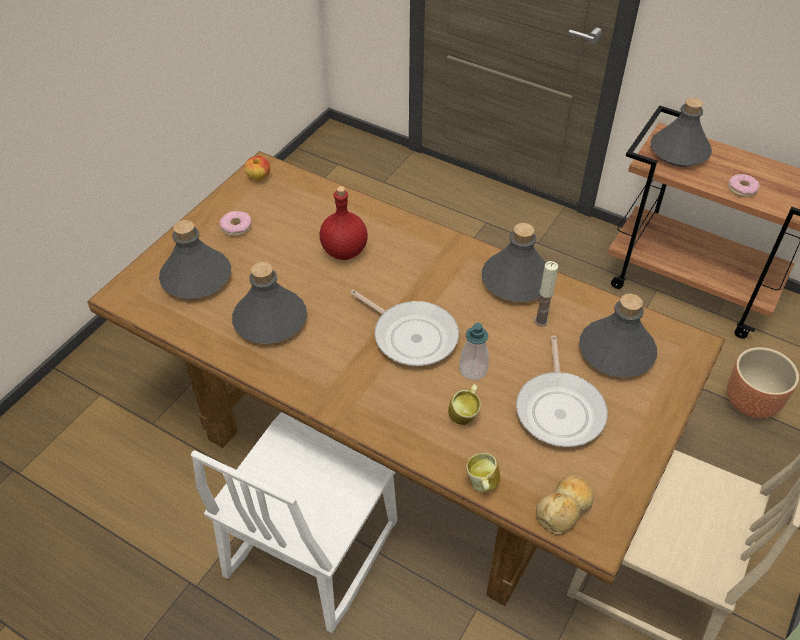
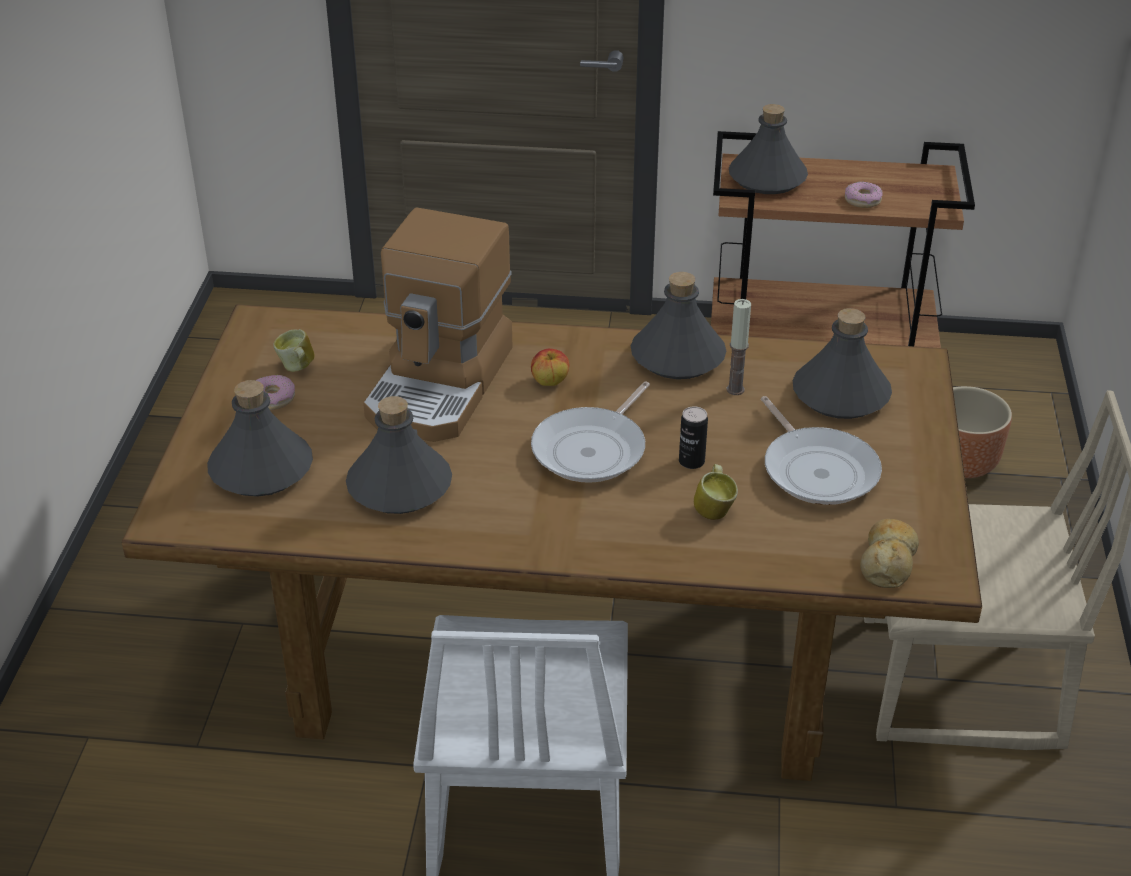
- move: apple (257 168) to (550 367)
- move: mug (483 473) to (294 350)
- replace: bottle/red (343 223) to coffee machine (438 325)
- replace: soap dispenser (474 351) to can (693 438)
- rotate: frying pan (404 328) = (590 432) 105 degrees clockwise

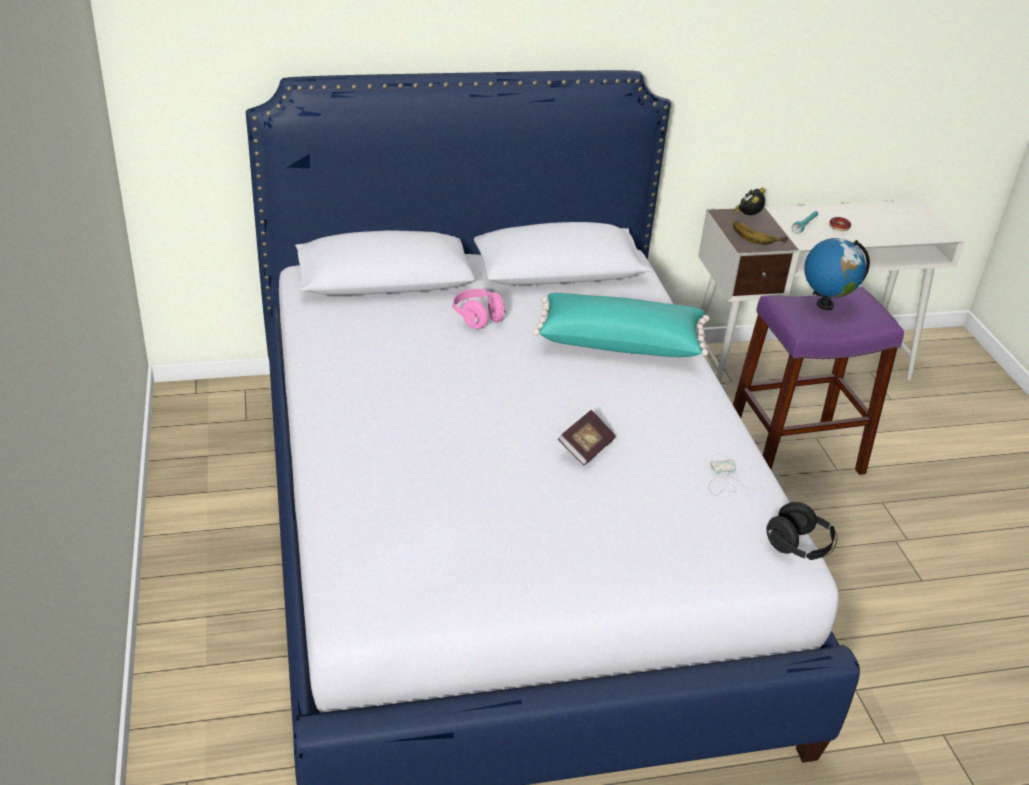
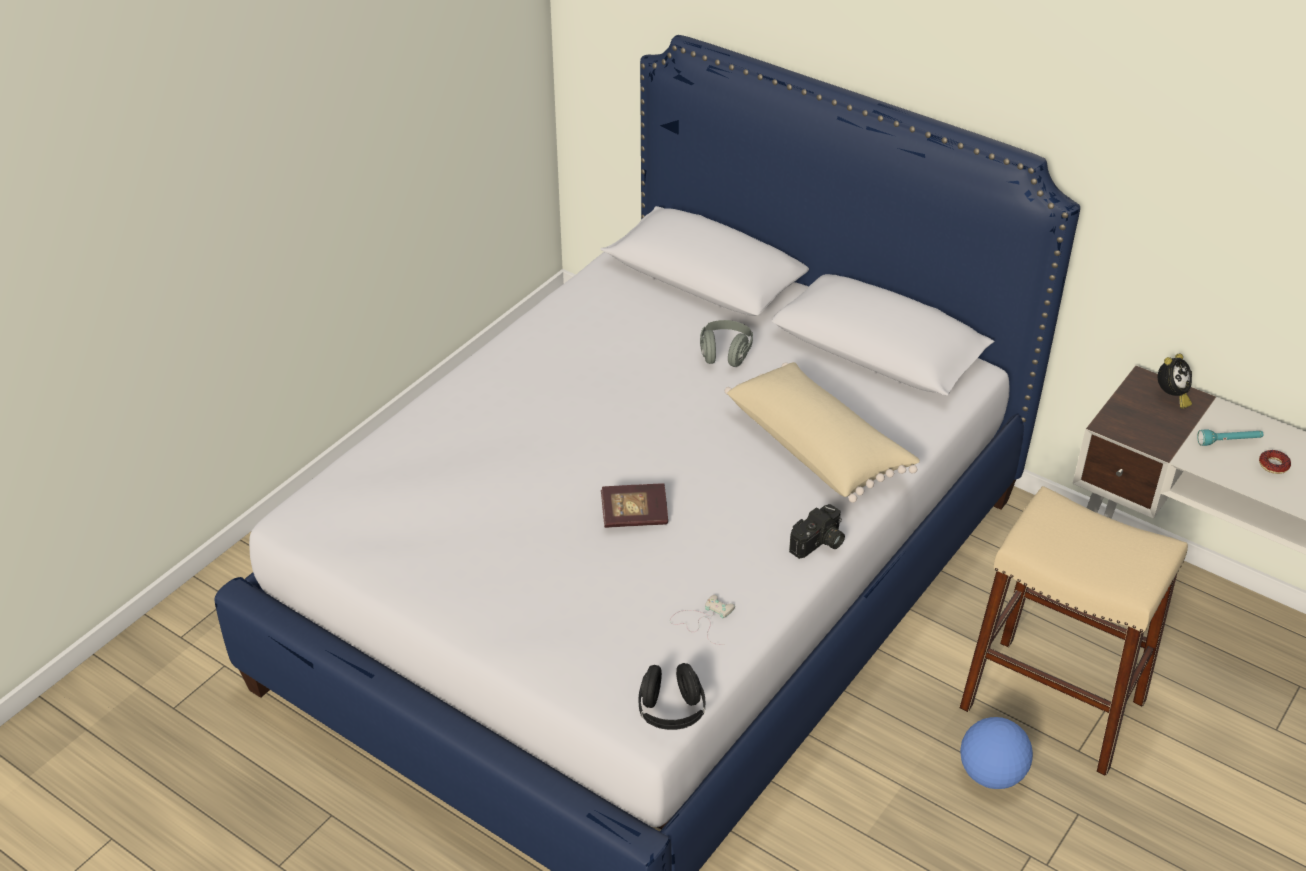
- delete: banana (760 232)
- delete: globe (837 274)
- insert: photo camera (817 531)
- insert: football (996 753)
- recolor: headphones/pink (479 309) to headphones/grey (726 343)
- recolor: pillow/turquoise (621 325) to pillow/beige (822 432)
- recolor: stool/purple (818 381) to stool/beige (1073 631)
- rotate: alarm clock (749 201) = (1174 381) 150 degrees clockwise

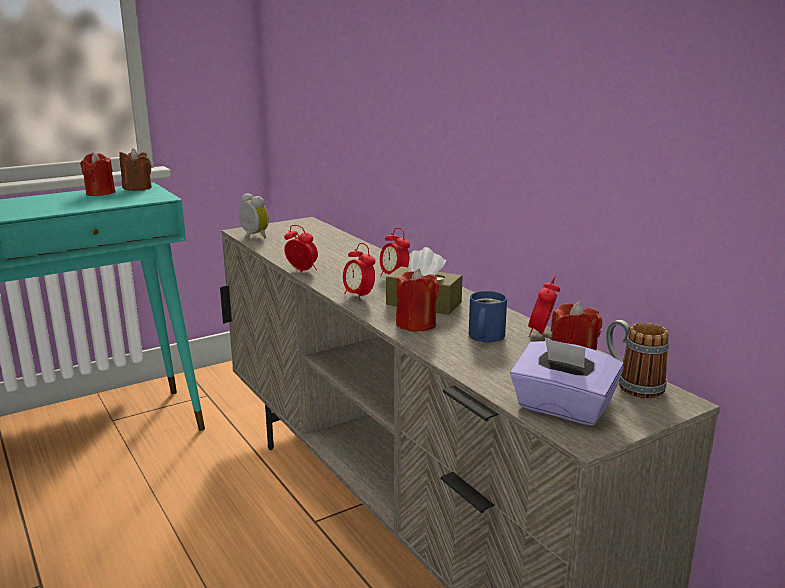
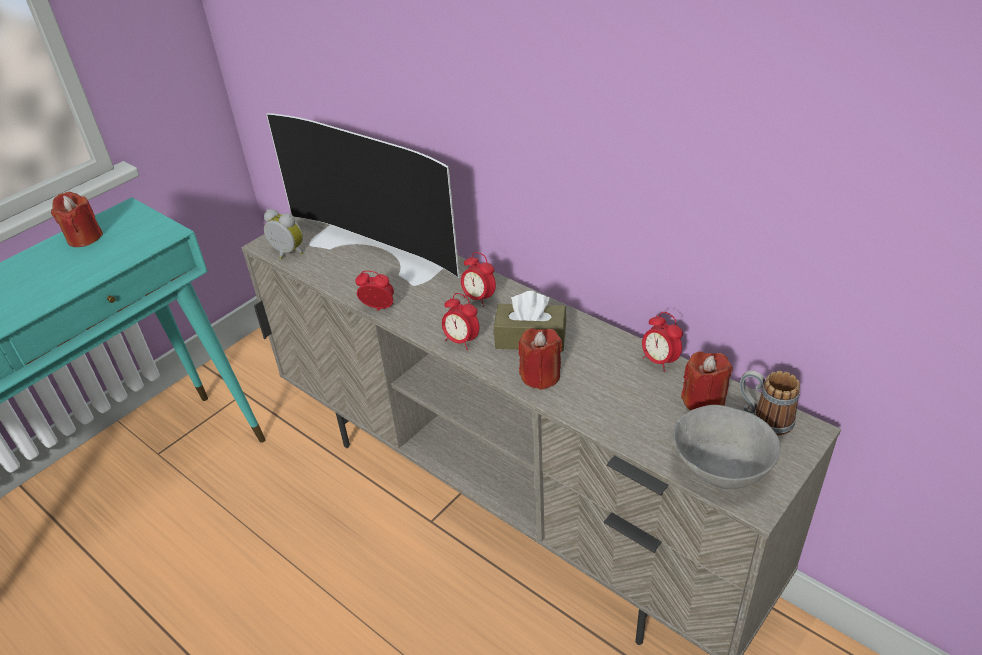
- delete: candle/brown (135 169)
- delete: mug/blue (488 316)
- insert: television (363 199)
- replace: tissue box/purple (567 382) to bowl/grey (727 447)
- rotate: alarm clock (544 306) = (662 342) 45 degrees counterclockwise

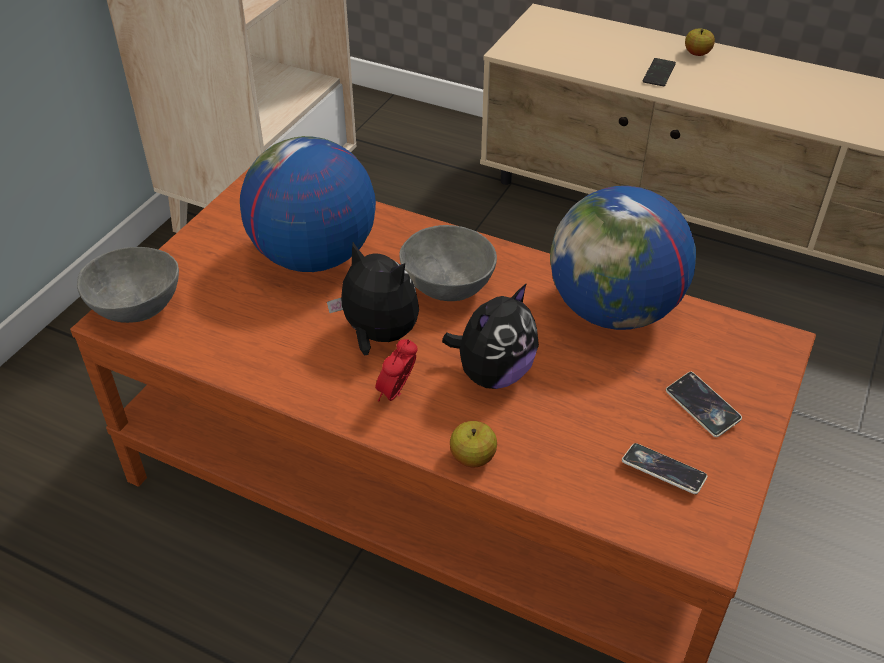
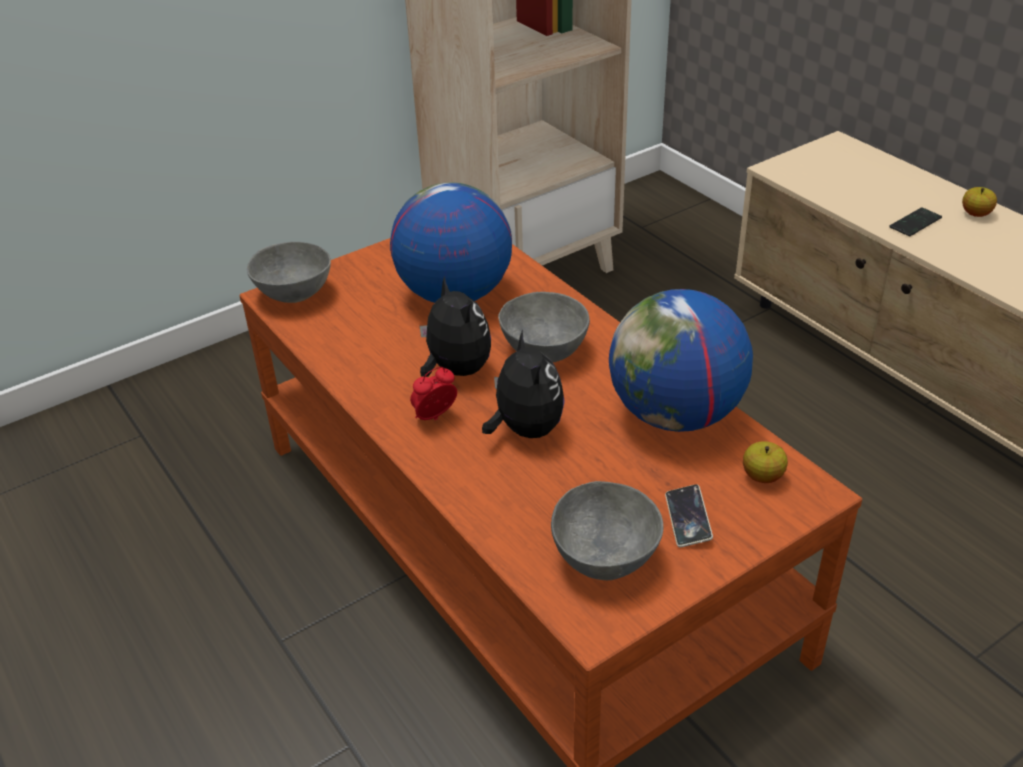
- move: apple (473 444) to (765 462)
- replace: phone (665 468) to bowl/grey (607 530)
- rotate: plush toy (490 336) = (523 384) 90 degrees counterclockwise

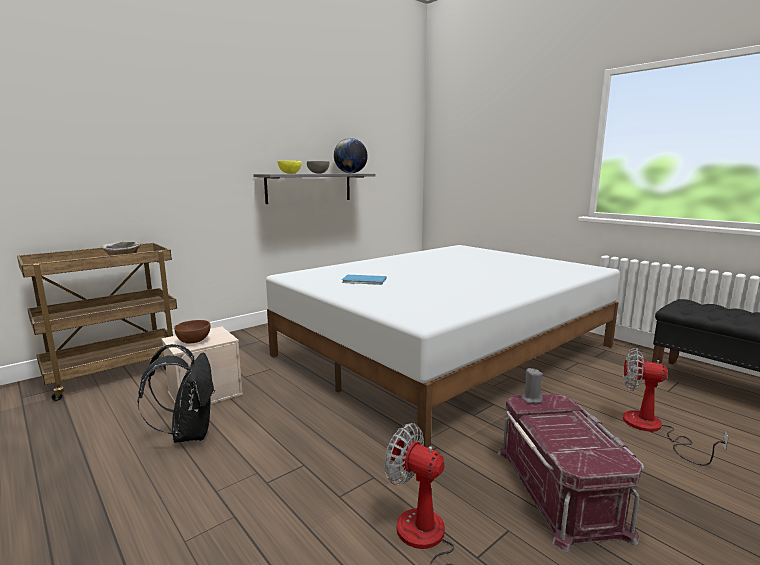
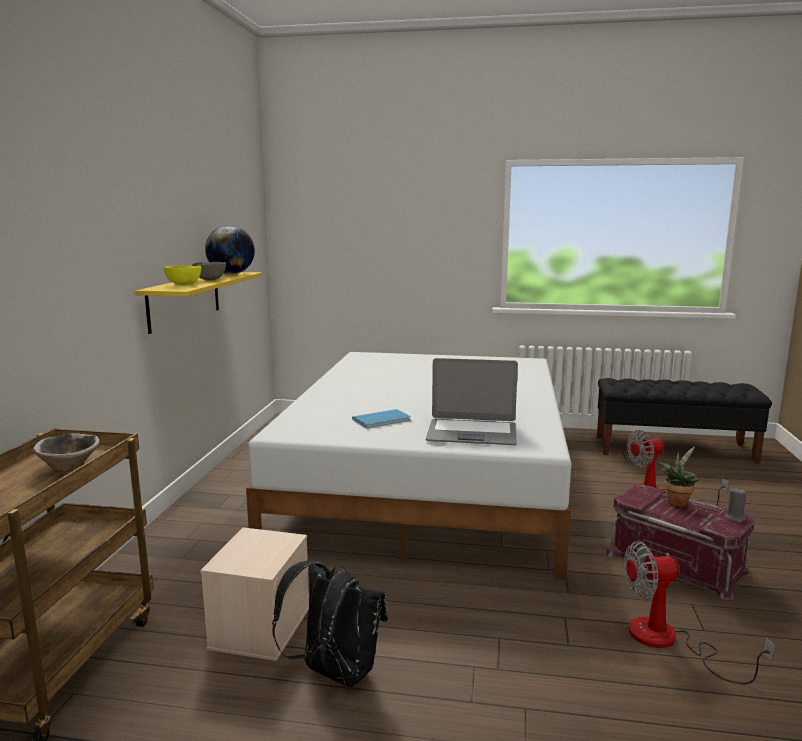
- delete: bowl/brown (192 332)
- insert: laptop (472 401)
- insert: potted plant (679 476)
- move: candle/grey (532 386) to (736 505)
- recolor: shelf/grey (314 189) to shelf/yellow (198 303)

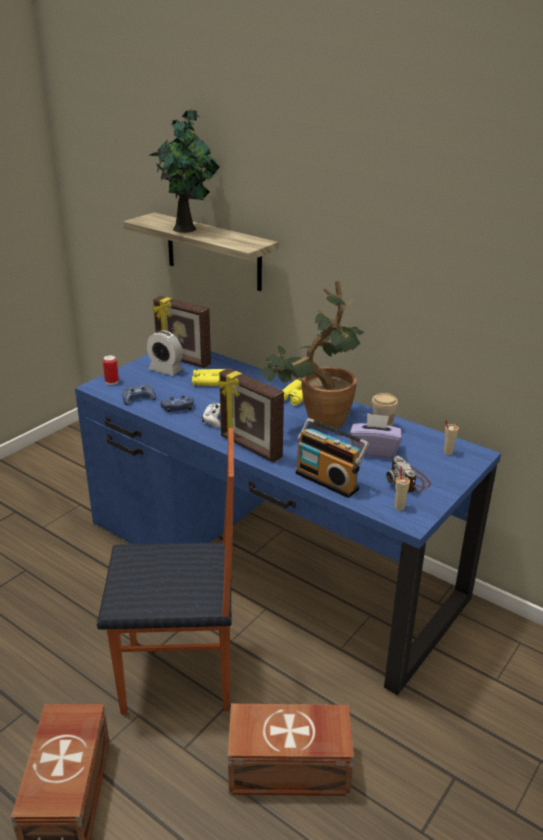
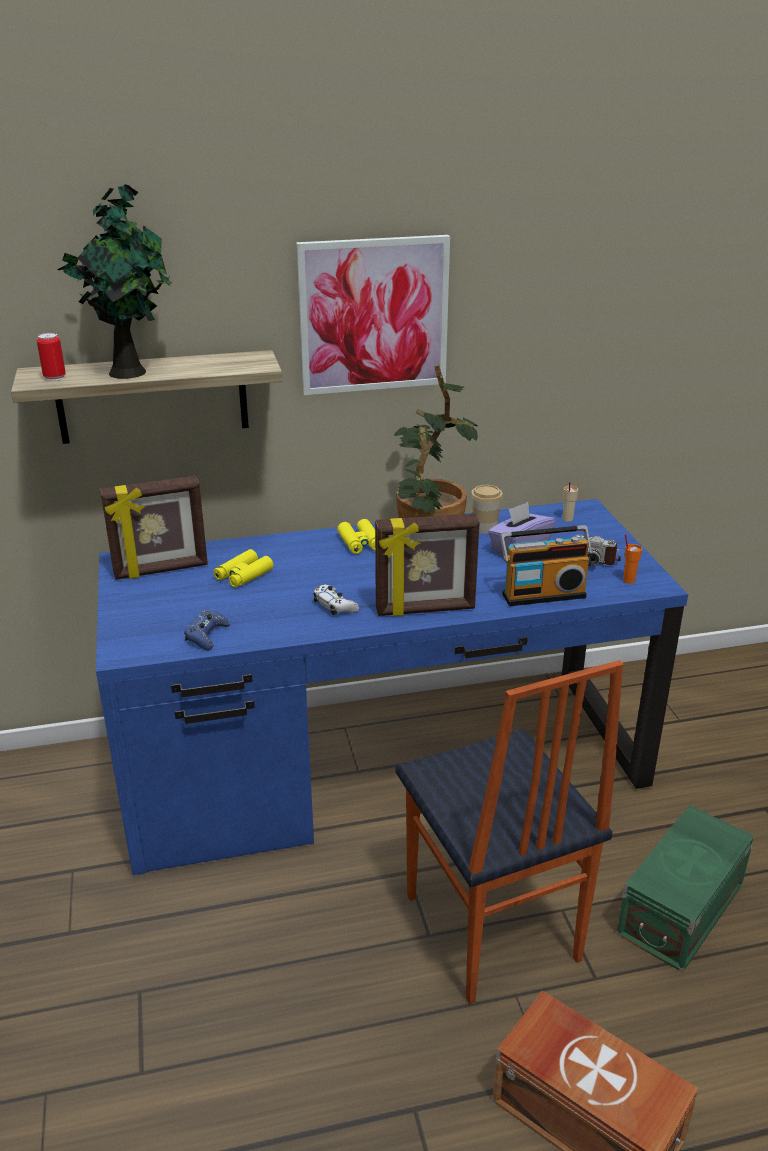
- delete: alarm clock (164 353)
- delete: game controller/blue (177 404)
- insert: picture (373 315)
- move: can (111 370) to (51 357)
- recolor: storage box/brown (291 750) to storage box/green (685 889)
- recolor: cup/beige (402 488) to cup/orange (632 559)
- rotate: chair (165 571) = (509 832) 120 degrees clockwise

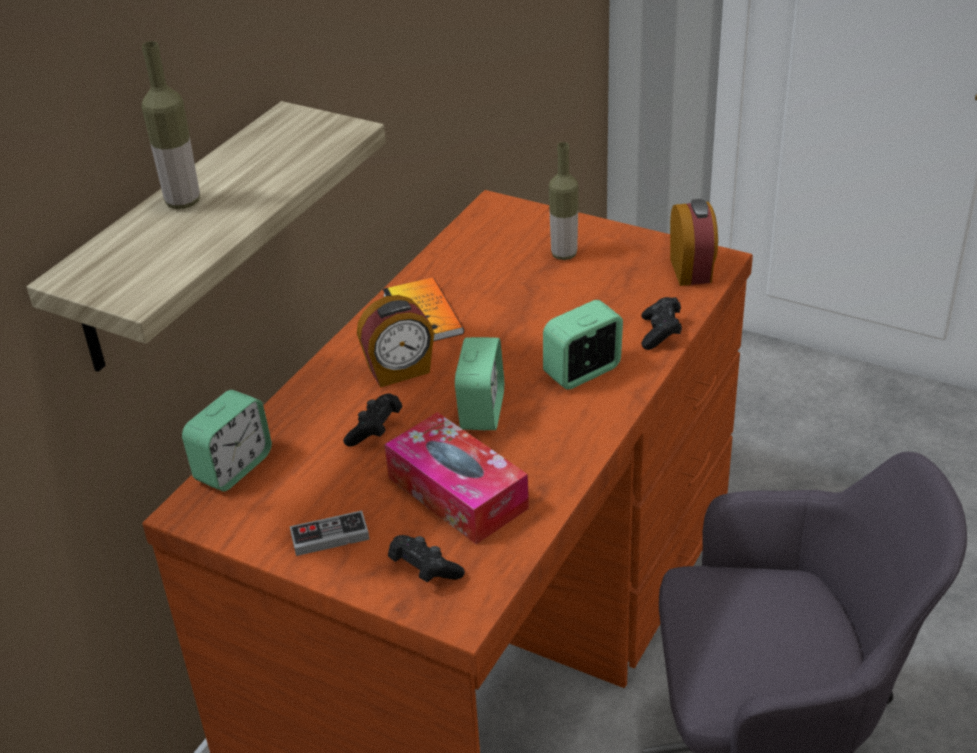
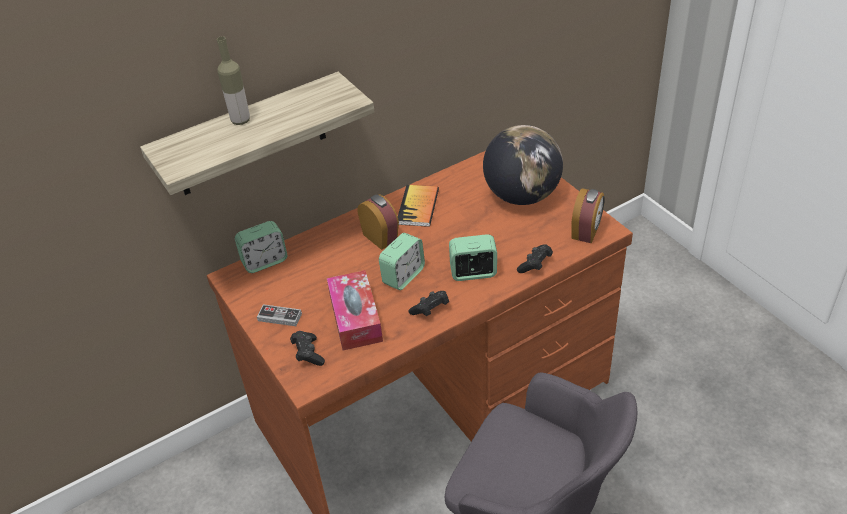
- move: game controller/black (372 419) to (429 303)
- replace: bottle (564 201) to globe (523 165)
- rotate: alarm clock (395 341) = (378 222) 135 degrees counterclockwise

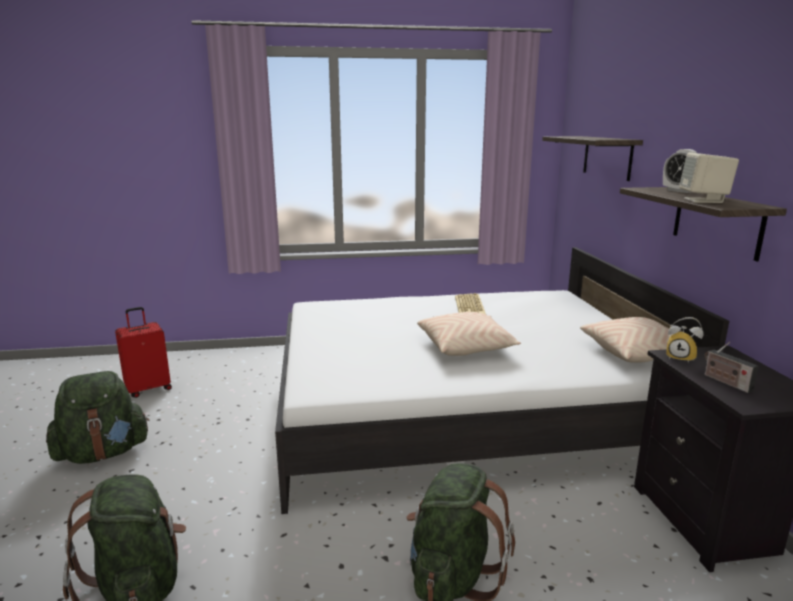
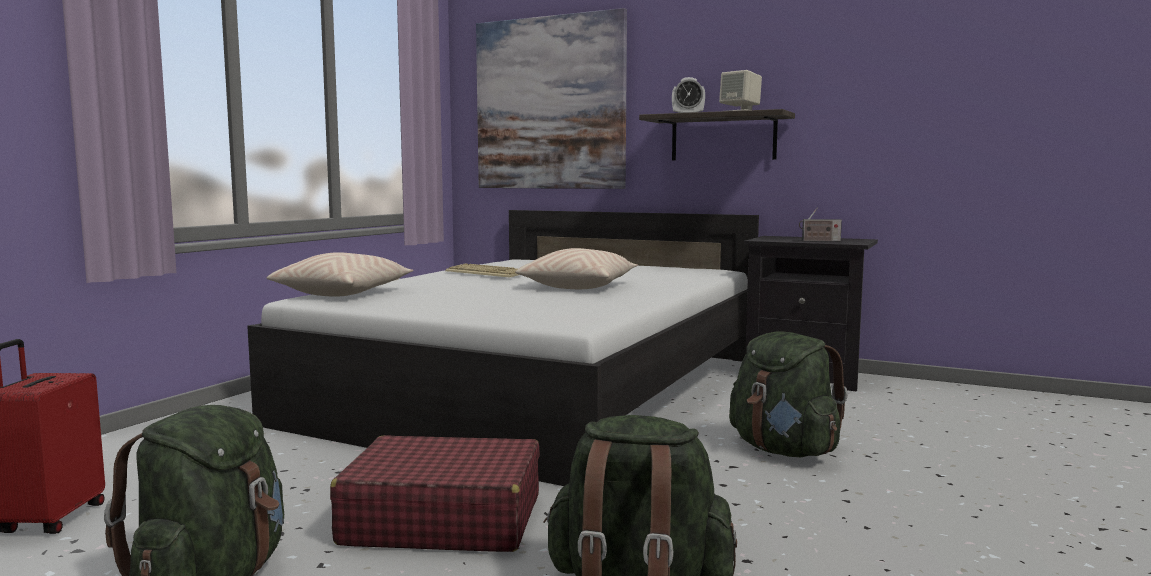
- delete: alarm clock (685 340)
- insert: suitcase/red (435 493)
- move: pillow/beige (626 340) to (340 274)
- replace: shelf (592 158) to picture (551 98)

